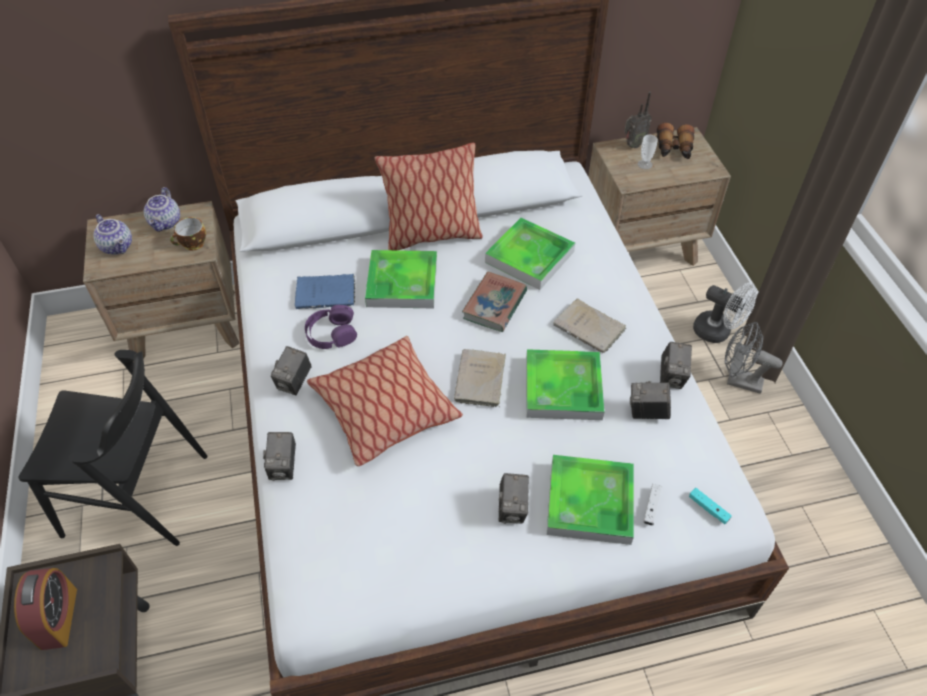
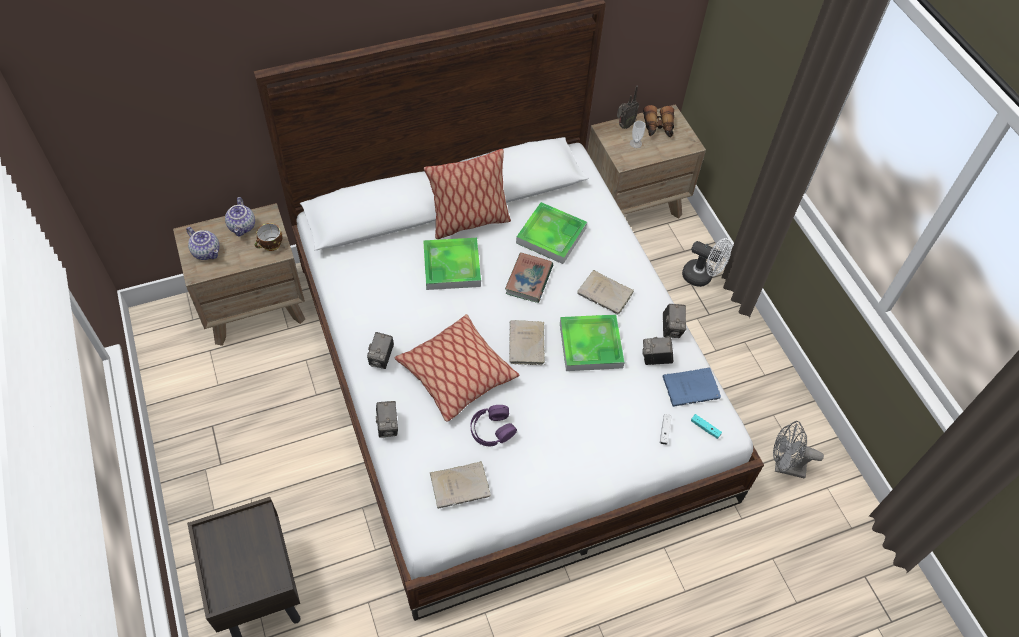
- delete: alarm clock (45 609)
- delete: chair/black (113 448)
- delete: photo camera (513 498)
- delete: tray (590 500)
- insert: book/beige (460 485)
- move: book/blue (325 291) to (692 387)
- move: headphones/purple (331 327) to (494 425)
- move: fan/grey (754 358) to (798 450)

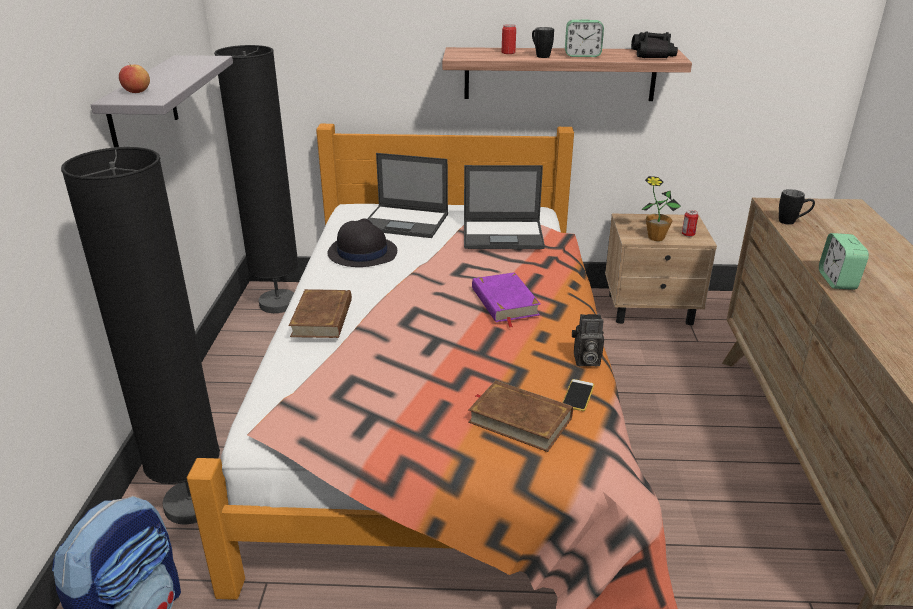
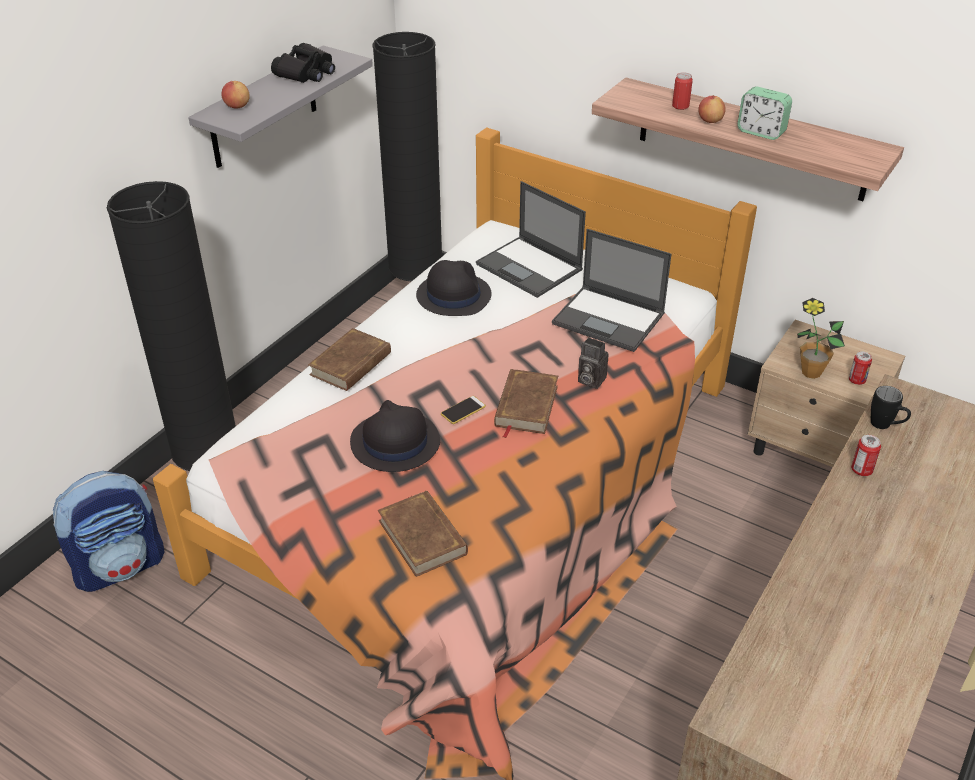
- delete: alarm clock (844 261)
- insert: hat/black (395 436)
- insert: can (866 455)
- move: phone (578 395) to (463 410)
- move: photo camera (588 340) to (593 363)
- move: binoculars/black (654 44) to (303 63)
- replace: mug/black (543 42) to apple (712 109)
- recolor: book/purple (506 300) to book/brown (526 403)

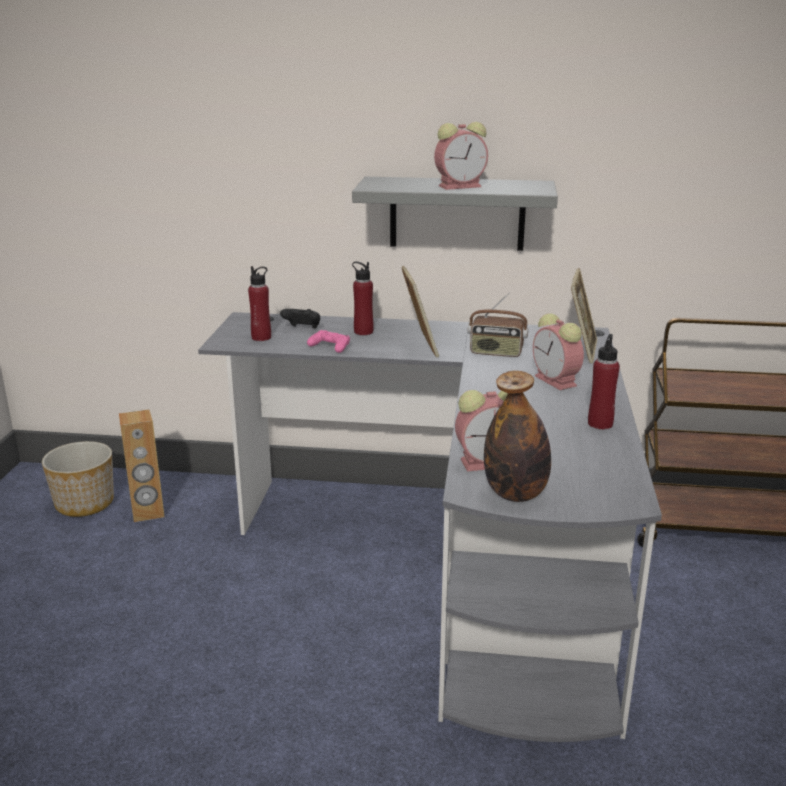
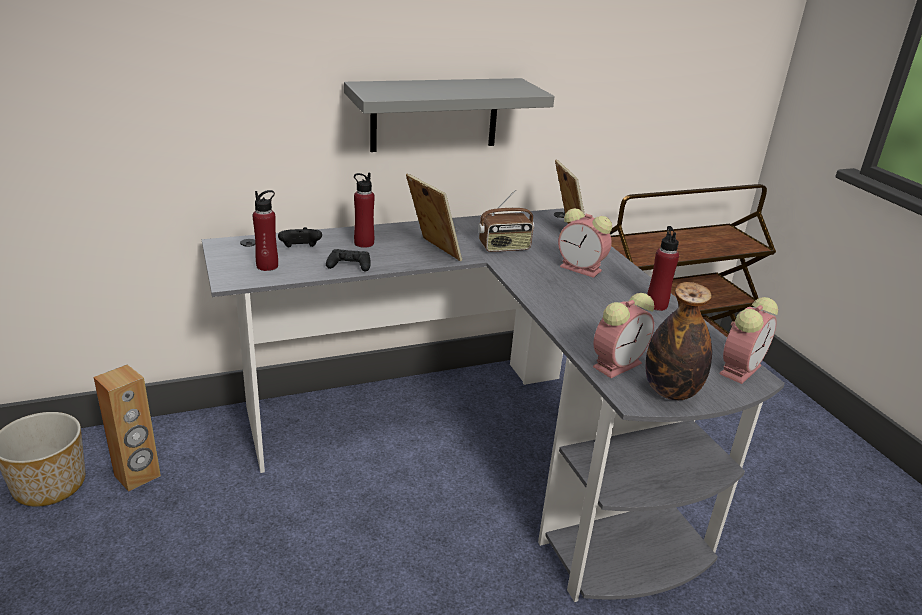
- move: alarm clock (461 156) to (748 340)
- recolor: game controller/pink (328 341) to game controller/black (348 260)

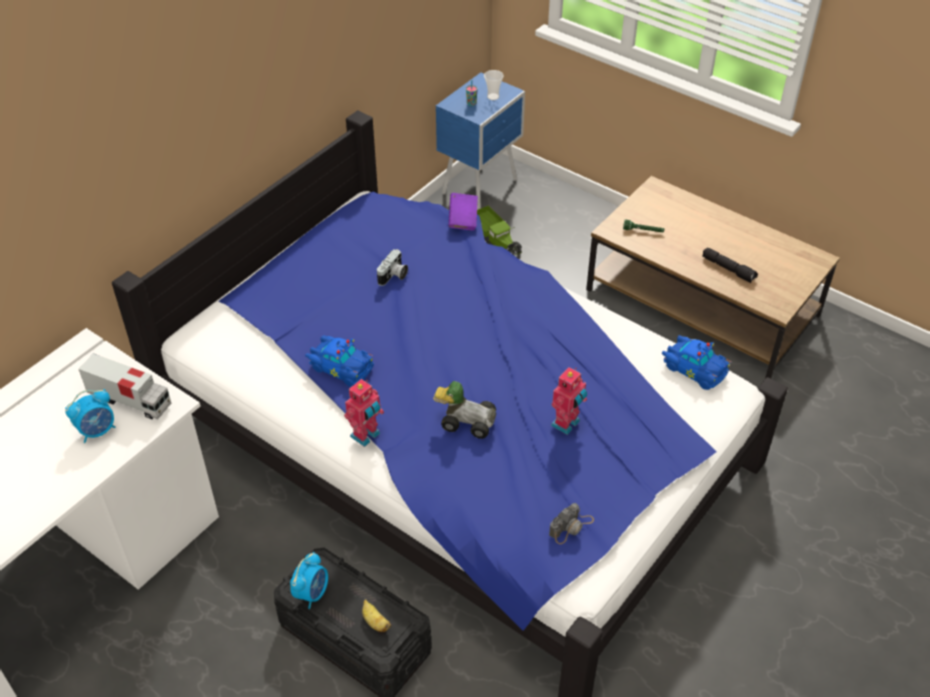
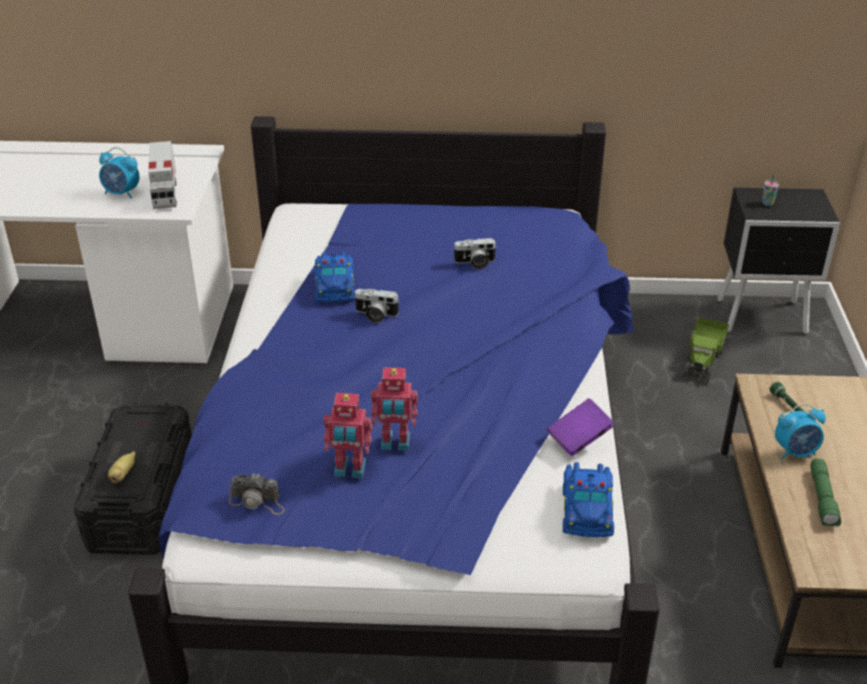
- delete: toy car (465 410)
- delete: cup (494 85)
- insert: photo camera (377 306)
- move: alarm clock (309 580) to (800 431)
- move: toy robot (364 413) to (348 435)
- move: book/purple (463 211) to (580 427)
- recolor: nightstand/blue (480 141) to nightstand/black (778 261)
- recolor: flashlight/black (730 265) to flashlight/green (825 492)

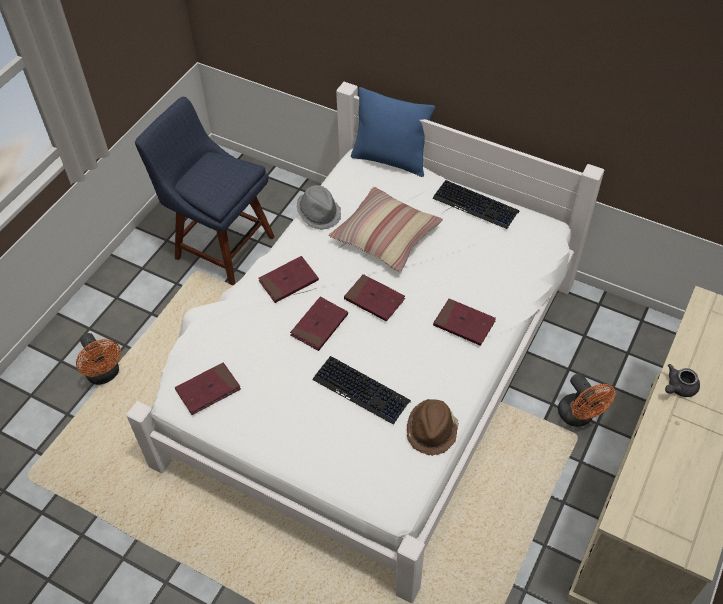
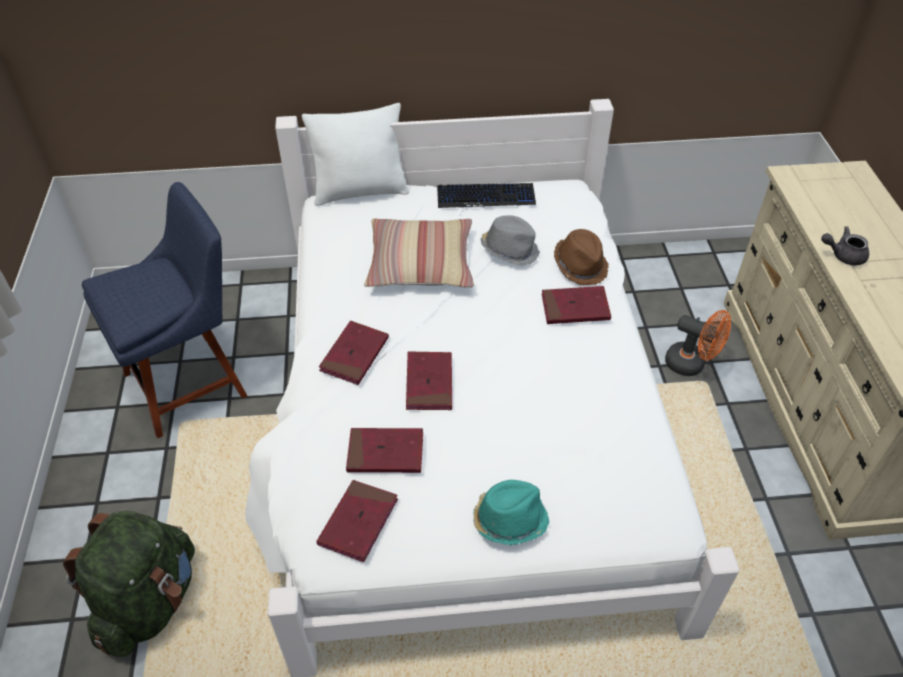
- delete: keyboard (361 390)
- insert: hat/turquoise (511 513)
- move: hat/grey (319 207) to (510 240)
- move: book/red (374 297) to (384 450)
- move: hat/brown (433 427) to (581 257)
- replace: fan/orange (98 359) to backpack/green (129 584)
- recolor: pillow/blue (393 132) to pillow/white (355 154)
- rotate: chair/blue (205 191) = (164 310) 150 degrees clockwise
- rotate: teapot/grey (682 380) = (845 245) 75 degrees clockwise

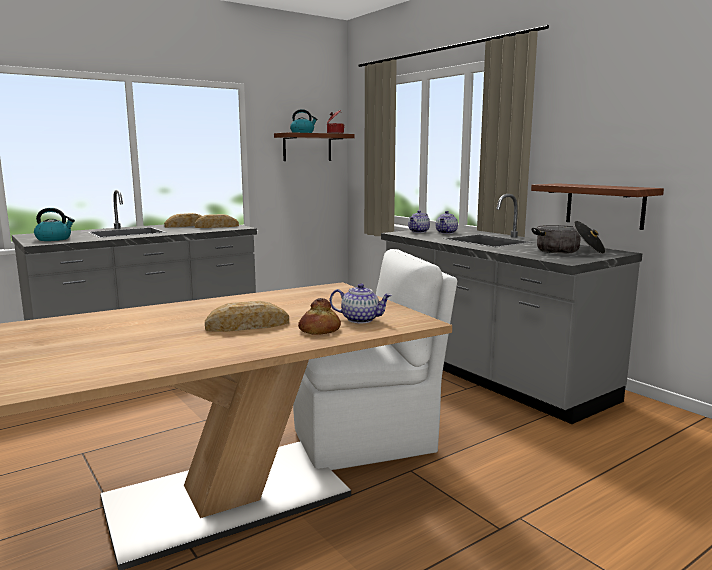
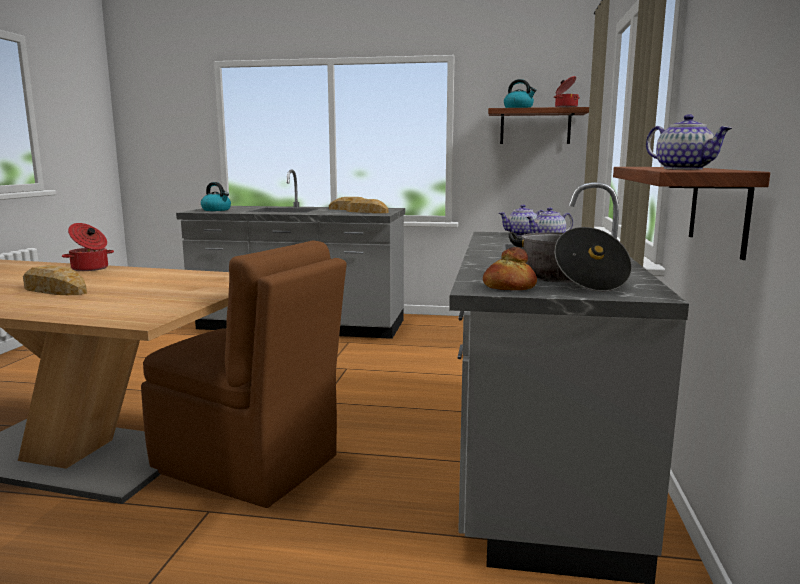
- insert: cooking pot (88 247)
- move: bread (319 316) to (510 268)
- move: teapot (361 303) to (689 142)
- recolor: chair/white (375 359) to chair/brown (244 374)

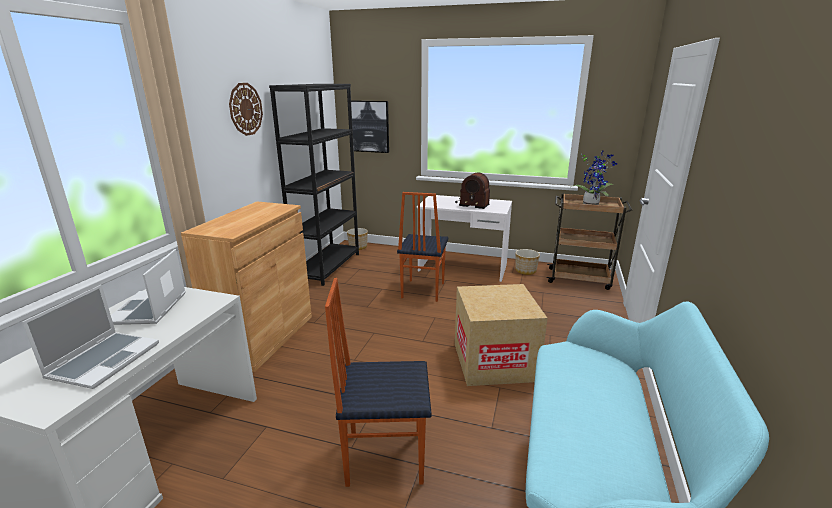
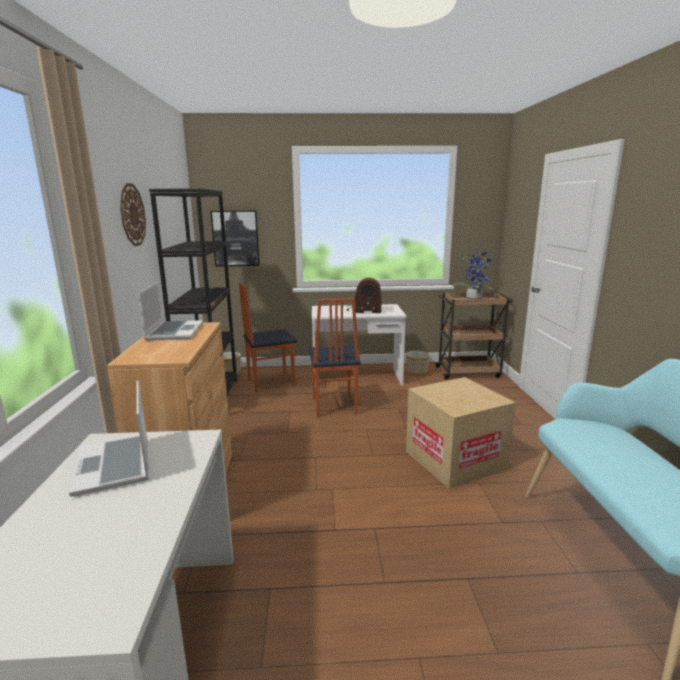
- move: laptop (90 337) to (170 311)
- move: chair (378 382) to (268 337)

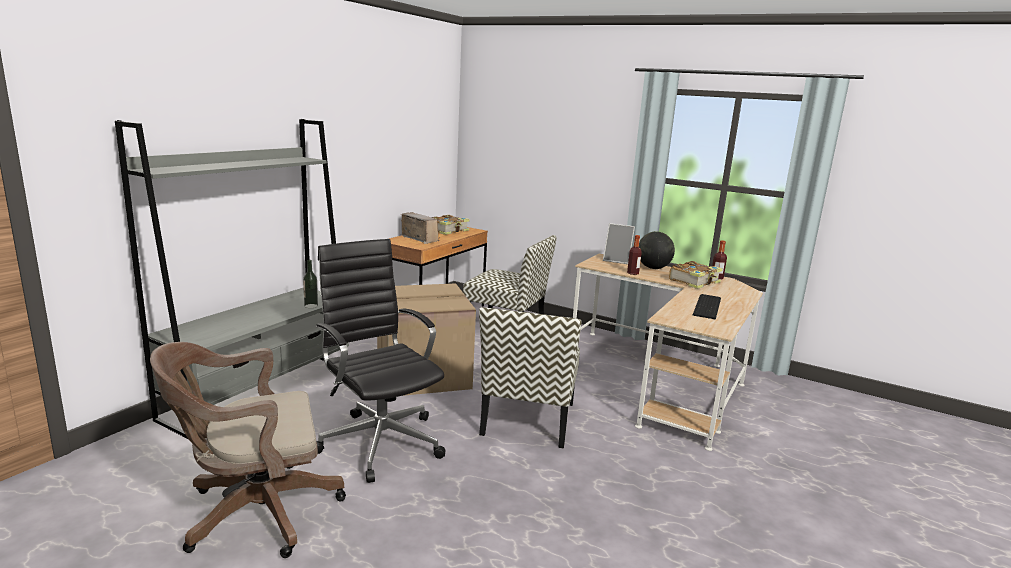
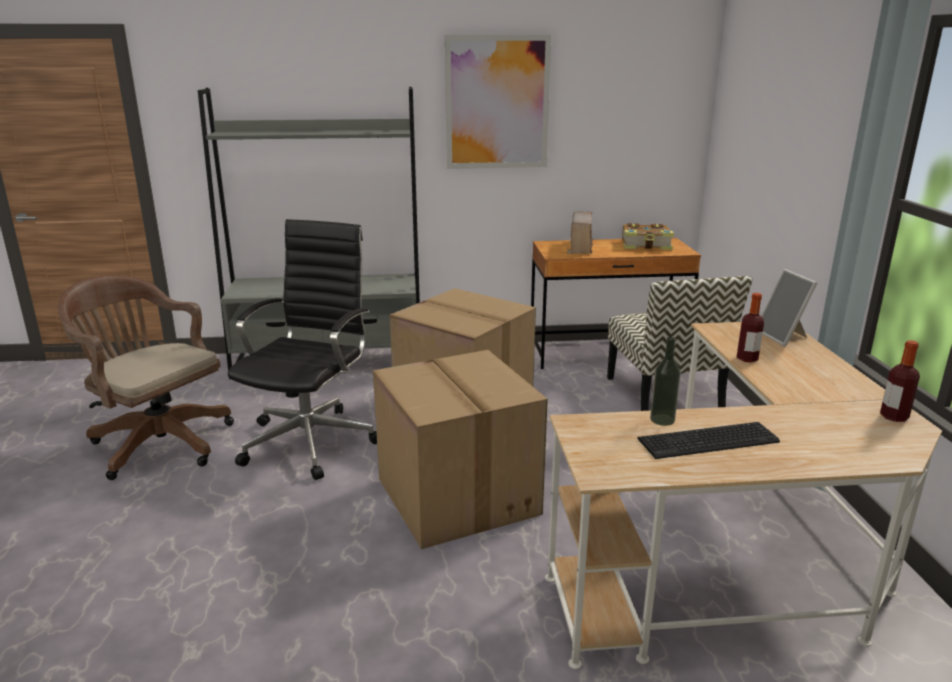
- delete: globe (657 250)
- delete: book (696 275)
- insert: picture (498 101)
- move: bottle (310 284) to (665 381)
- replace: chair (530 377) to cardboard box (460 449)

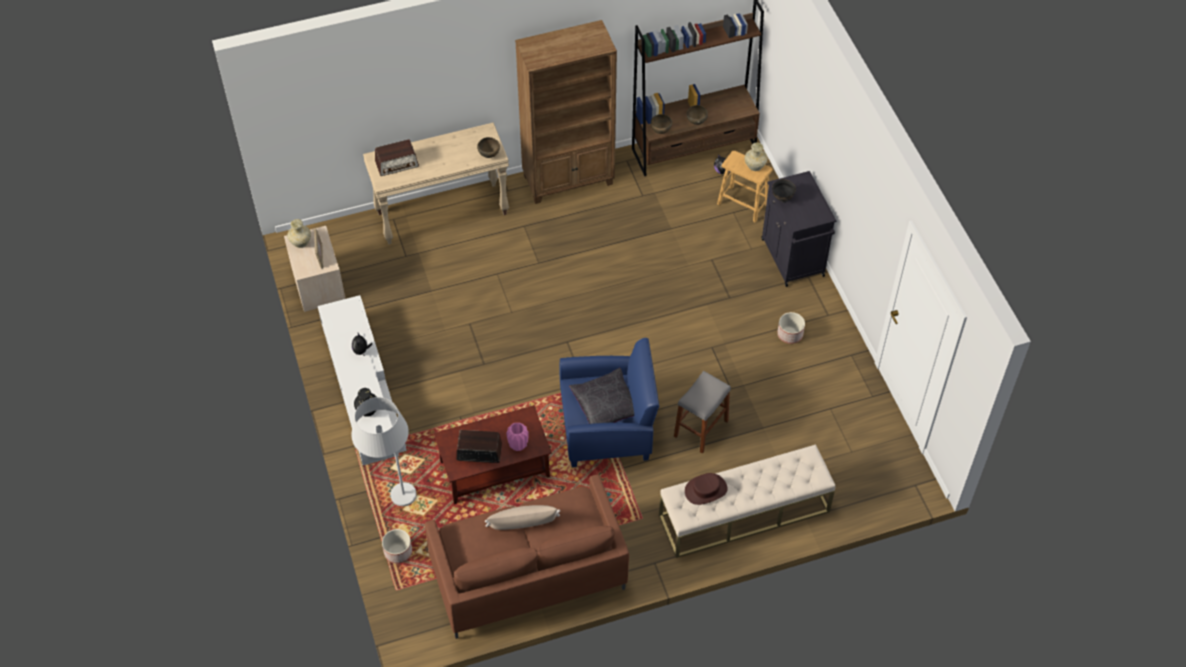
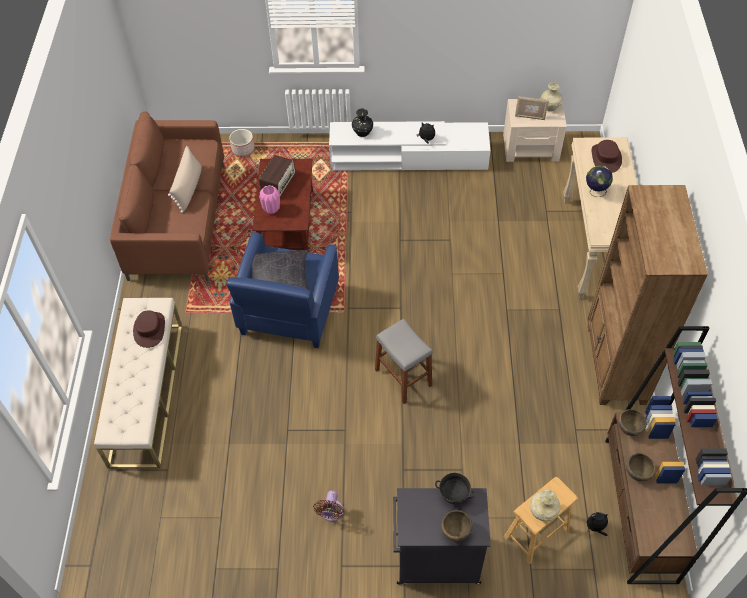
- delete: floor lamp/white (383 451)
- insert: globe (599 181)
- move: bowl/brown (488 147) to (457 525)
- move: stool/grey (702 412) to (404 361)
- replace: radio (397 157) to hat/brown (607 156)
- replace: planter (791 328) to fan/brown (328 506)

